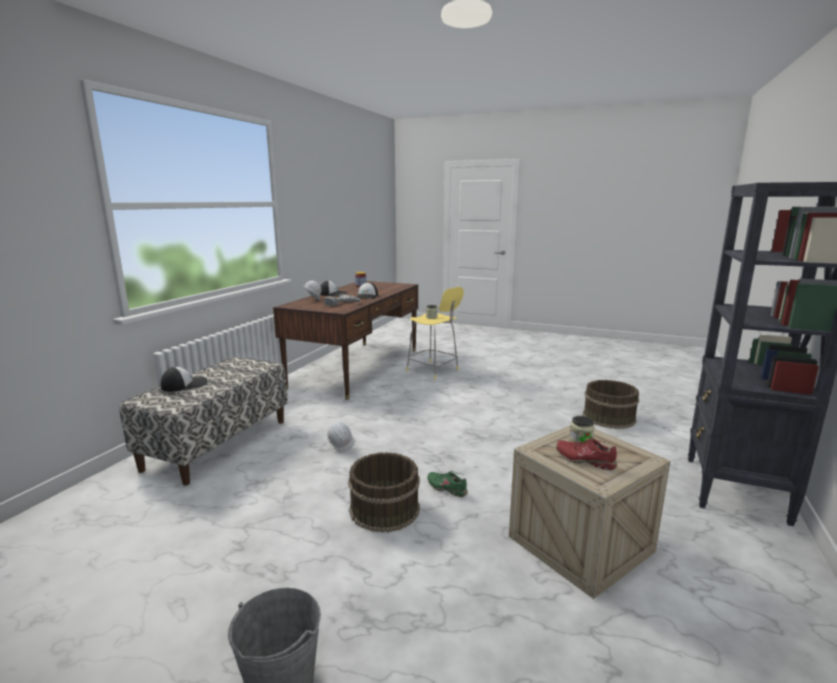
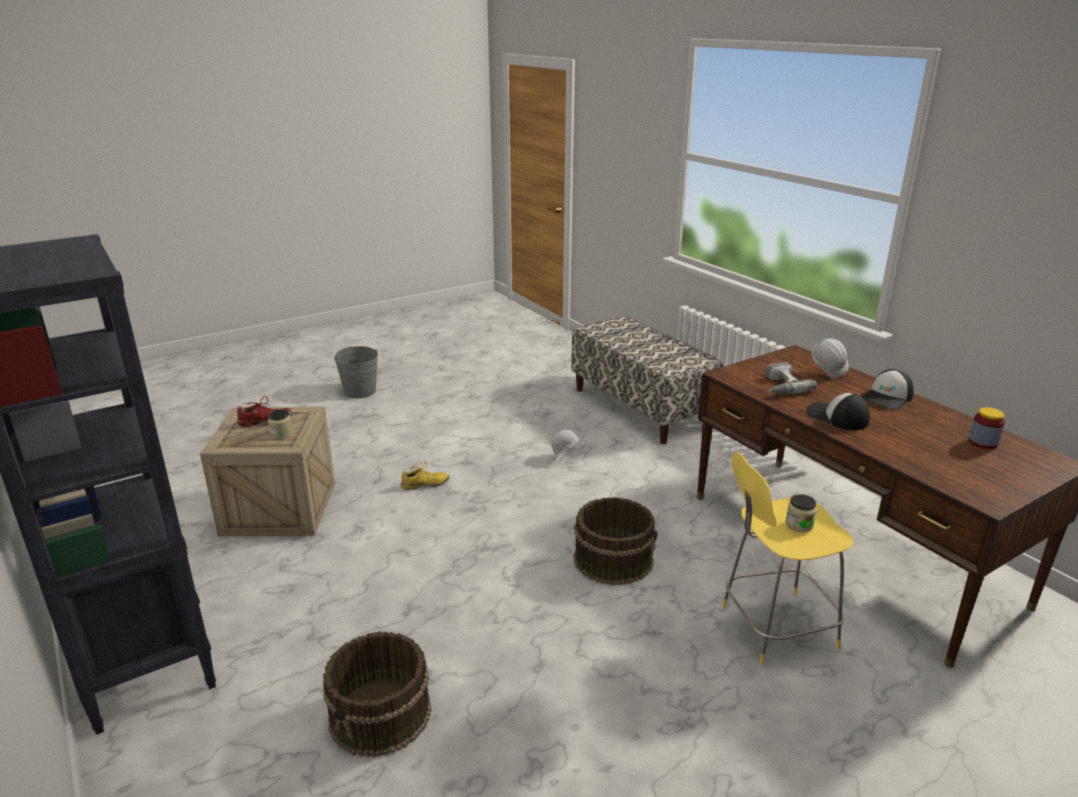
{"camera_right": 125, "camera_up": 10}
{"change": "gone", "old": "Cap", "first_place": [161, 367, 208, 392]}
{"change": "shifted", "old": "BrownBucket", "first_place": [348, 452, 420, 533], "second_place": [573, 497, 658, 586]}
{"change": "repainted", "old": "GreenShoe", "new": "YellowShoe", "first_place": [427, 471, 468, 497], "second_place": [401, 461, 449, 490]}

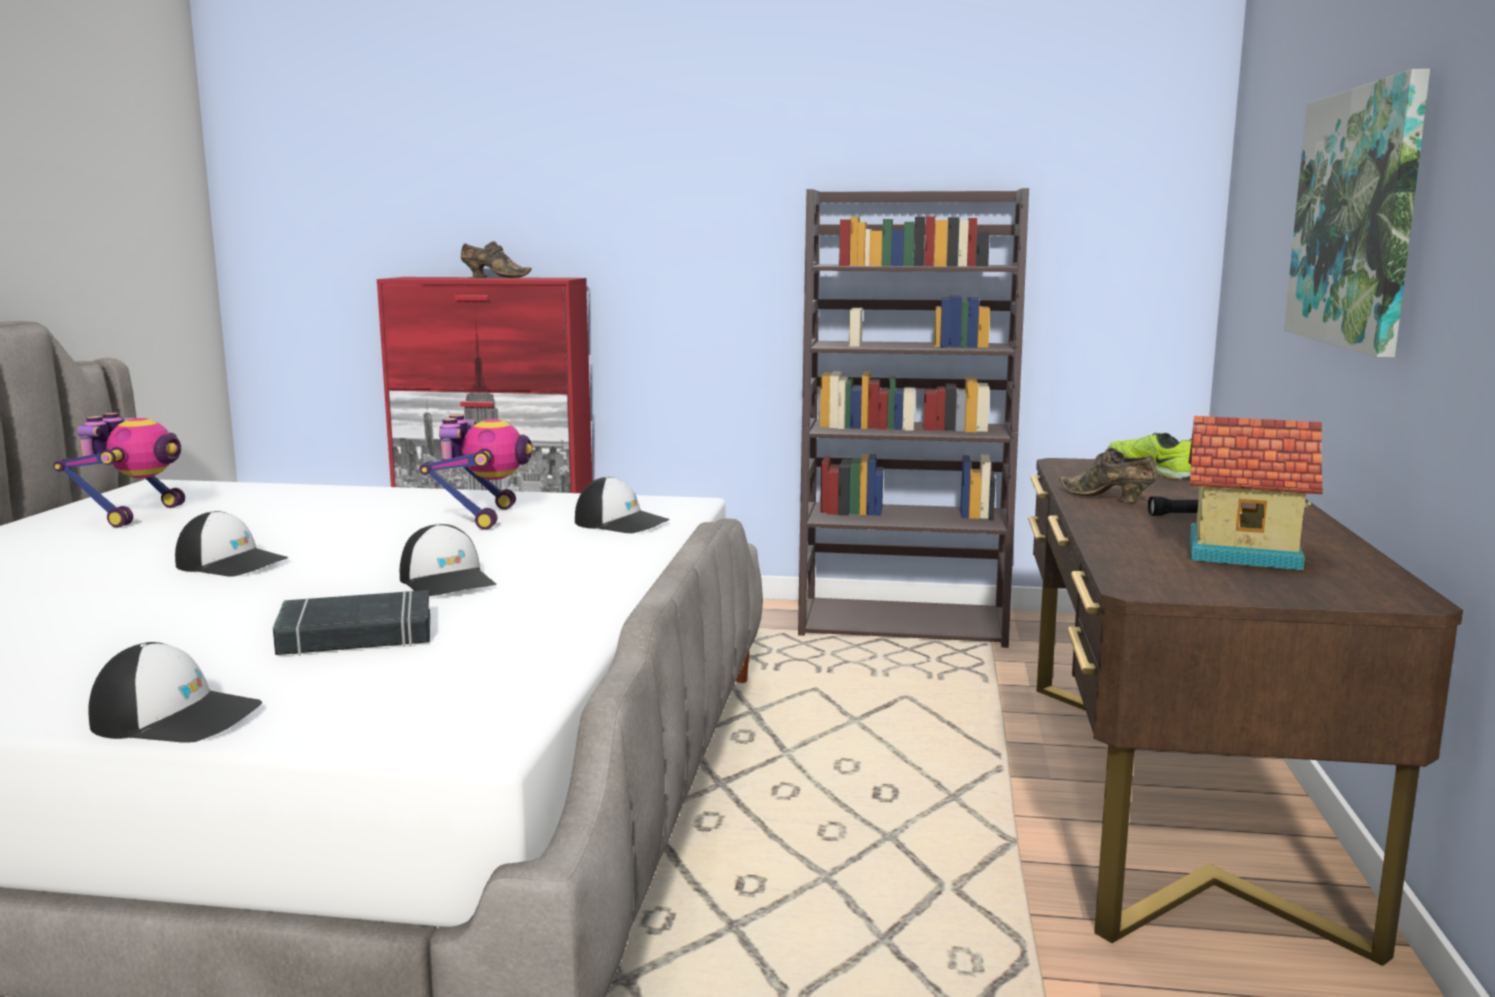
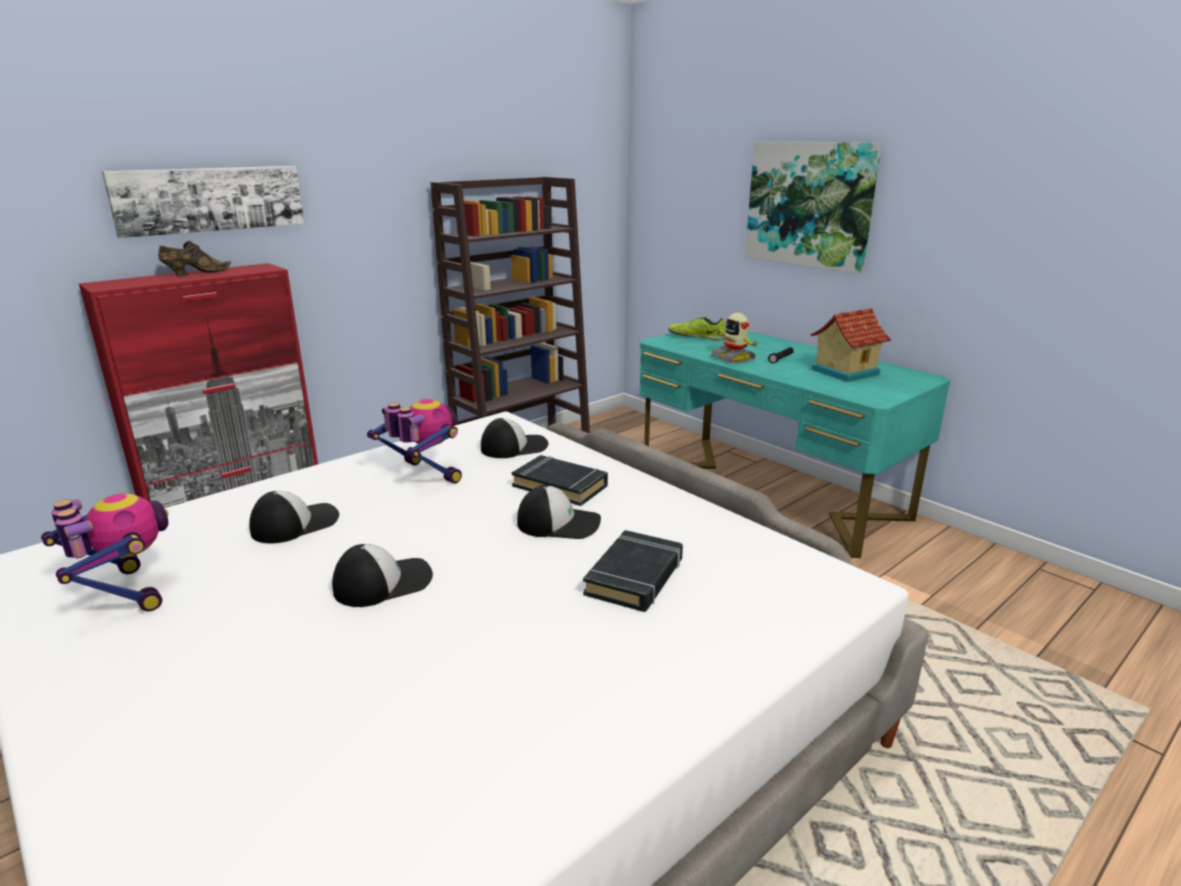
{"camera_right": -50, "camera_up": 10}
{"change": "swapped", "old": "BrownShoe", "new": "ToyRobot", "first_place": [1059, 448, 1157, 503], "second_place": [711, 313, 758, 364]}
{"change": "repainted", "old": "BrownDesk", "new": "TurquoiseDesk", "first_place": [1028, 458, 1463, 966], "second_place": [640, 326, 951, 558]}
{"change": "shifted", "old": "Cap", "first_place": [88, 642, 262, 743], "second_place": [249, 491, 339, 543]}
{"change": "new", "new": "Picture", "second_place": [102, 166, 304, 238]}
{"change": "new", "new": "BlackBook", "second_place": [512, 455, 608, 506]}

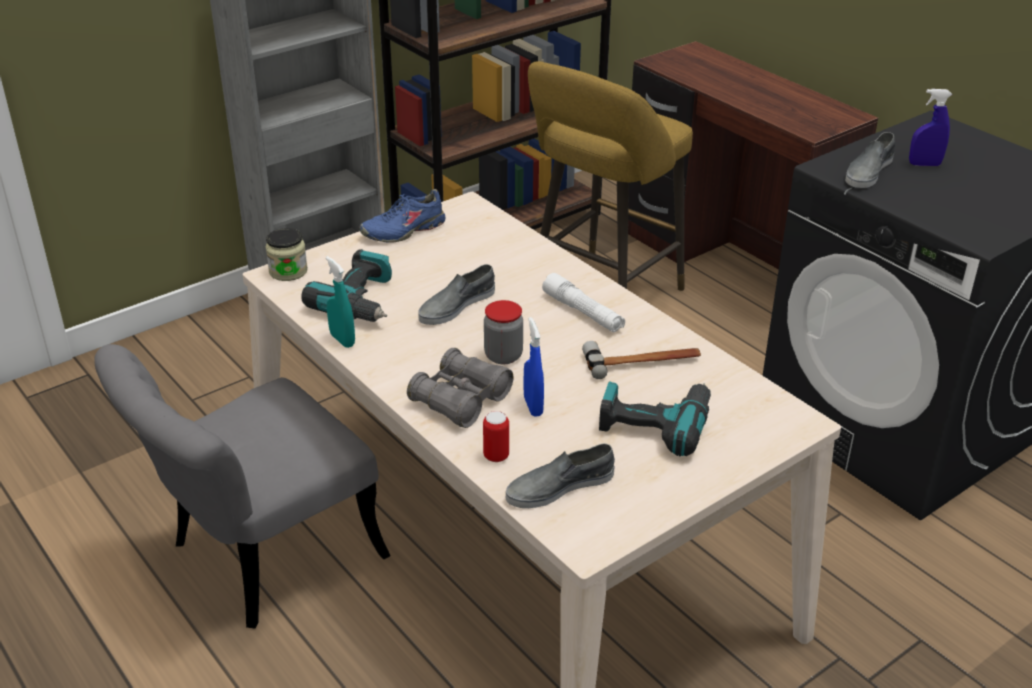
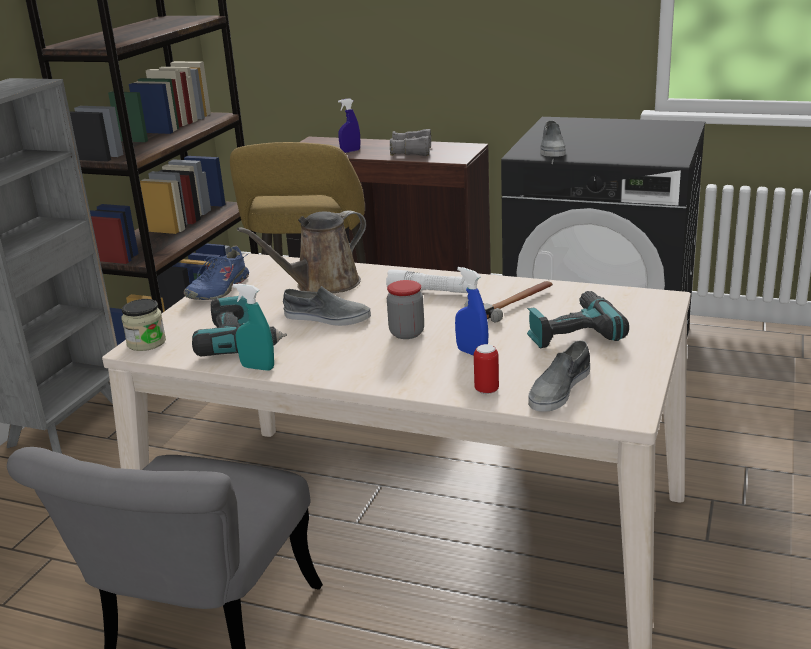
{"camera_right": -30, "camera_up": -10}
{"change": "shifted", "old": "BlueSprayBottle", "first_place": [909, 89, 952, 166], "second_place": [338, 98, 360, 153]}
{"change": "rotated", "old": "GreyShoe", "first_place": [418, 264, 495, 325], "second_place": [283, 286, 371, 326], "degrees": -90}
{"change": "shifted", "old": "GreyBinoculars", "first_place": [407, 348, 513, 428], "second_place": [390, 129, 431, 156]}
{"change": "new", "new": "BrownWateringCan", "second_place": [237, 210, 366, 293]}

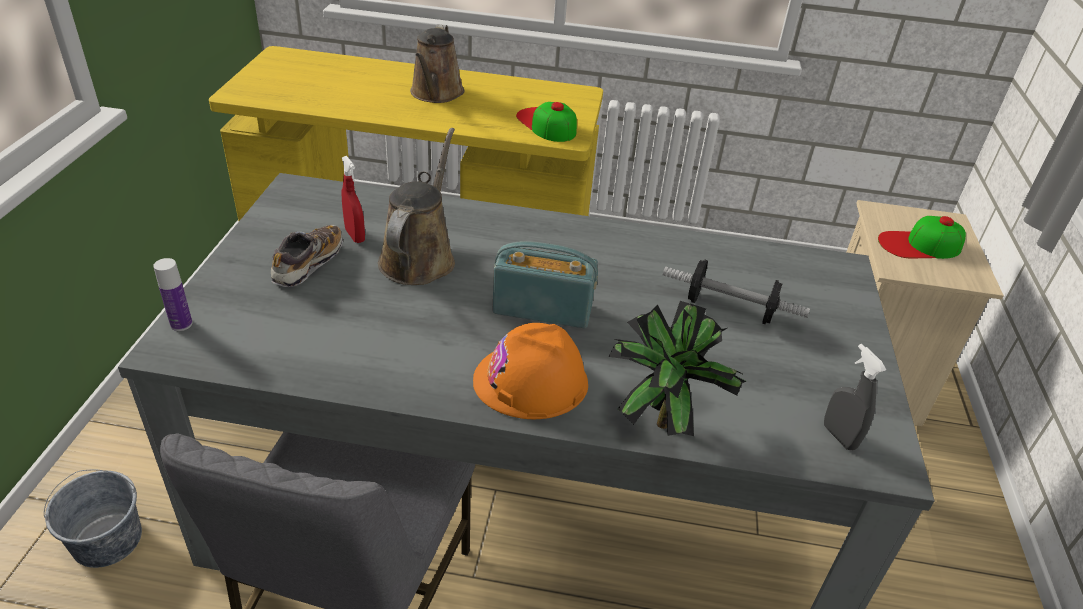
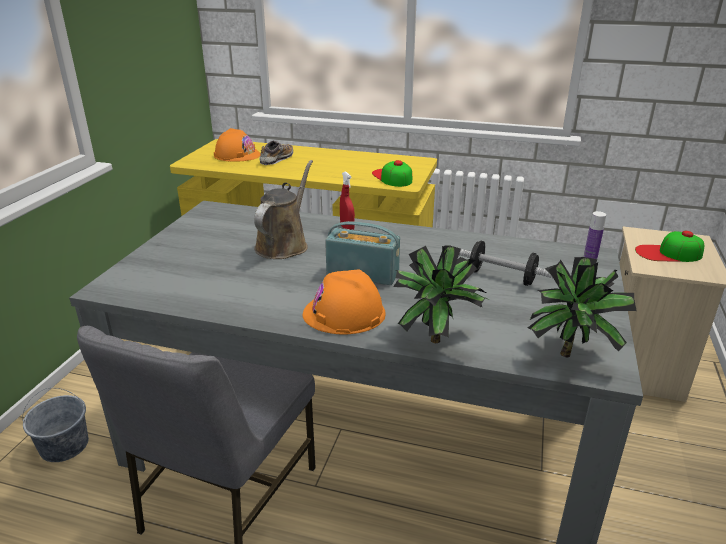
{"camera_right": 10, "camera_up": -10}
{"change": "gone", "old": "BrownWateringCan", "first_place": [410, 25, 464, 103]}
{"change": "shifted", "old": "RedSprayBottle", "first_place": [342, 156, 365, 243], "second_place": [340, 171, 355, 230]}
{"change": "shifted", "old": "Shoe", "first_place": [271, 225, 343, 287], "second_place": [260, 140, 293, 165]}
{"change": "shifted", "old": "Bottle", "first_place": [153, 258, 193, 331], "second_place": [584, 211, 606, 259]}
{"change": "swapped", "old": "GreySprayBottle", "new": "PottedPlant", "first_place": [824, 344, 886, 451], "second_place": [528, 257, 636, 357]}
{"change": "new", "new": "OrangeHardHat", "second_place": [214, 128, 260, 162]}

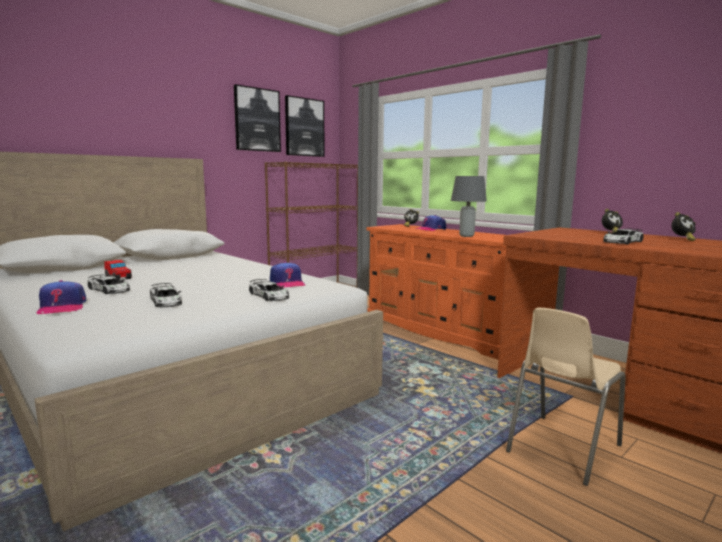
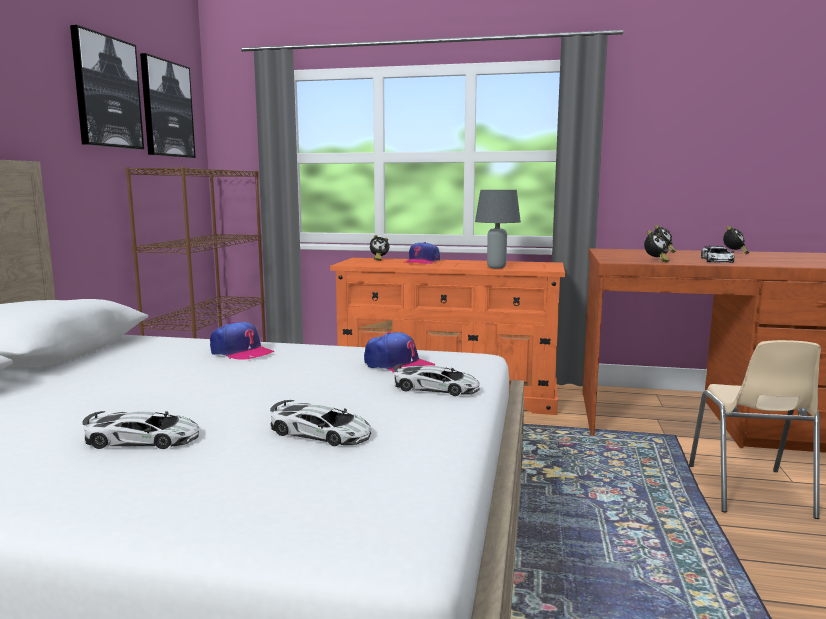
{"camera_right": -35, "camera_up": 0}
{"change": "gone", "old": "ToyCar", "first_place": [104, 260, 132, 280]}
{"change": "shifted", "old": "Cap", "first_place": [36, 280, 86, 314], "second_place": [210, 321, 274, 360]}
{"change": "new", "new": "AlarmClock", "second_place": [644, 230, 669, 263]}

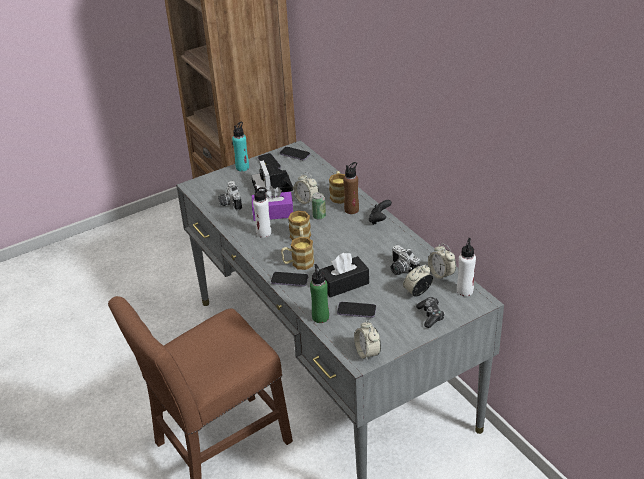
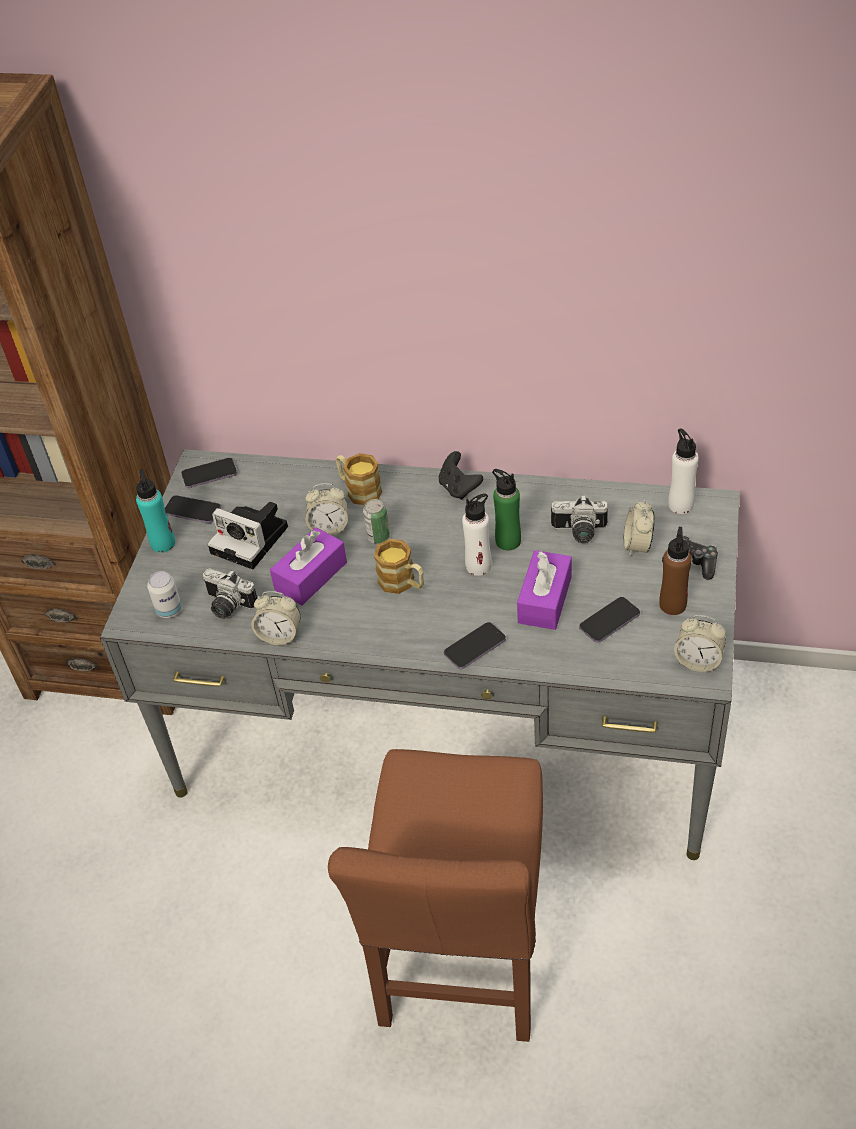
{"camera_right": -45, "camera_up": 10}
{"change": "shifted", "old": "BrownBottle", "first_place": [343, 162, 359, 214], "second_place": [659, 527, 692, 615]}
{"change": "shifted", "old": "WhiteBottle", "first_place": [253, 186, 271, 238], "second_place": [462, 493, 492, 576]}
{"change": "gone", "old": "Mug", "first_place": [281, 237, 314, 270]}
{"change": "shifted", "old": "AlarmClock", "first_place": [428, 243, 456, 282], "second_place": [251, 591, 301, 645]}
{"change": "repainted", "old": "BlackTissueBox", "new": "PurpleTissueBox", "first_place": [319, 253, 369, 298], "second_place": [517, 550, 572, 630]}
{"change": "shifted", "old": "GreenBottle", "first_place": [310, 264, 329, 323], "second_place": [492, 469, 521, 550]}
{"change": "new", "new": "Can", "second_place": [147, 571, 182, 618]}

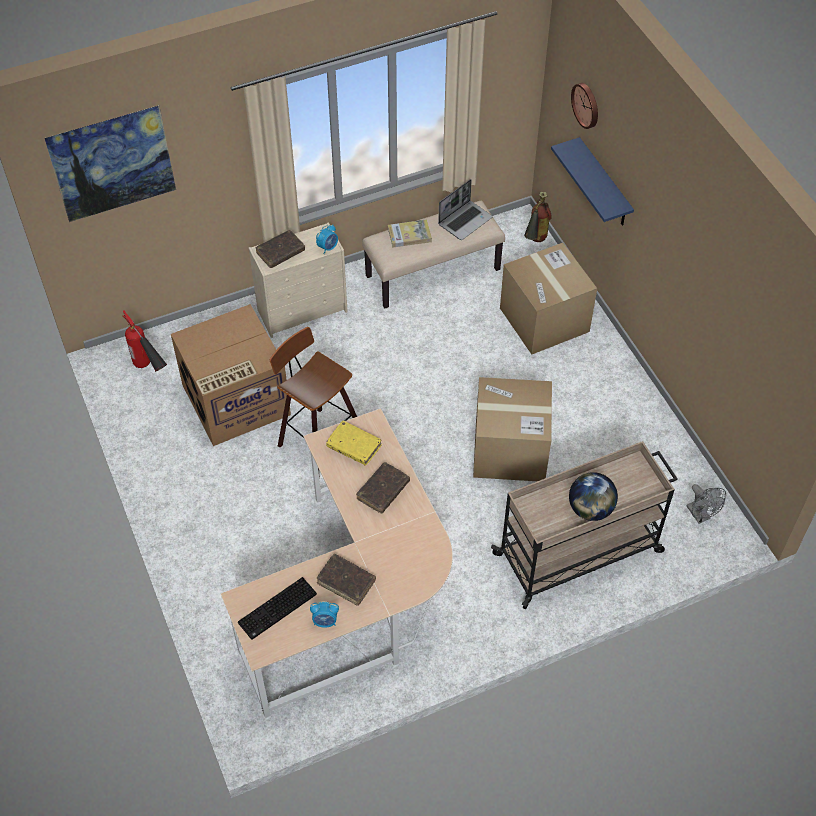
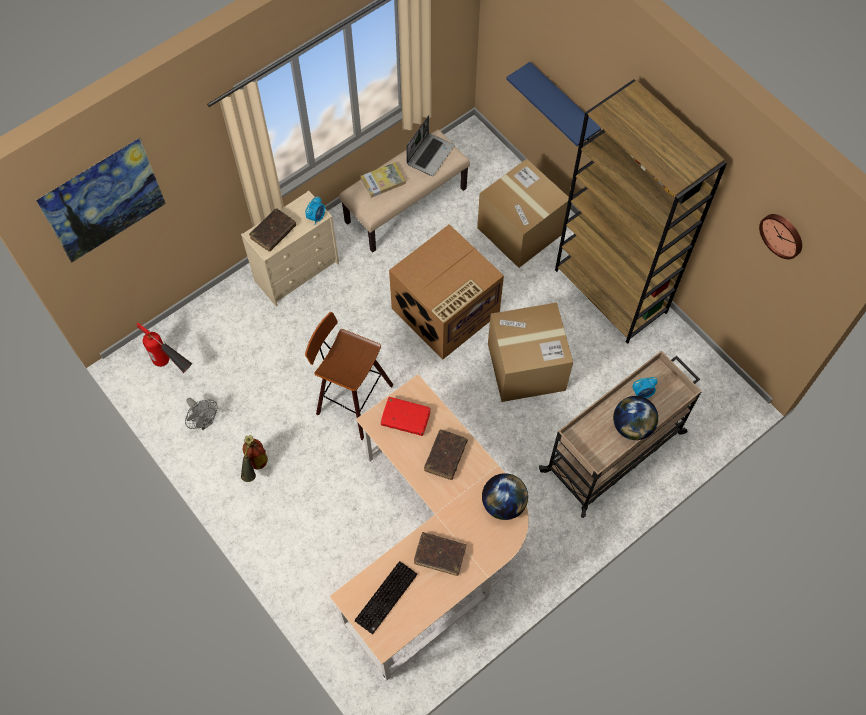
{"camera_right": -15, "camera_up": 10}
{"change": "shifted", "old": "WallClock", "first_place": [571, 83, 598, 129], "second_place": [759, 214, 802, 259]}
{"change": "shifted", "old": "FireExtinguisher", "first_place": [524, 192, 552, 242], "second_place": [241, 435, 268, 482]}
{"change": "shifted", "old": "CardboardBox", "first_place": [171, 304, 291, 446], "second_place": [389, 224, 504, 359]}
{"change": "repainted", "old": "YellowBook", "new": "RedBook", "first_place": [326, 421, 382, 466], "second_place": [381, 397, 431, 436]}
{"change": "shifted", "old": "GreyFan", "first_place": [687, 484, 726, 524], "second_place": [185, 398, 217, 430]}
{"change": "shifted", "old": "AlarmClock", "first_place": [310, 601, 339, 628], "second_place": [632, 377, 657, 398]}
{"change": "new", "new": "BrownBookcase", "second_place": [555, 79, 727, 344]}
{"change": "new", "new": "Globe", "second_place": [482, 473, 528, 520]}

